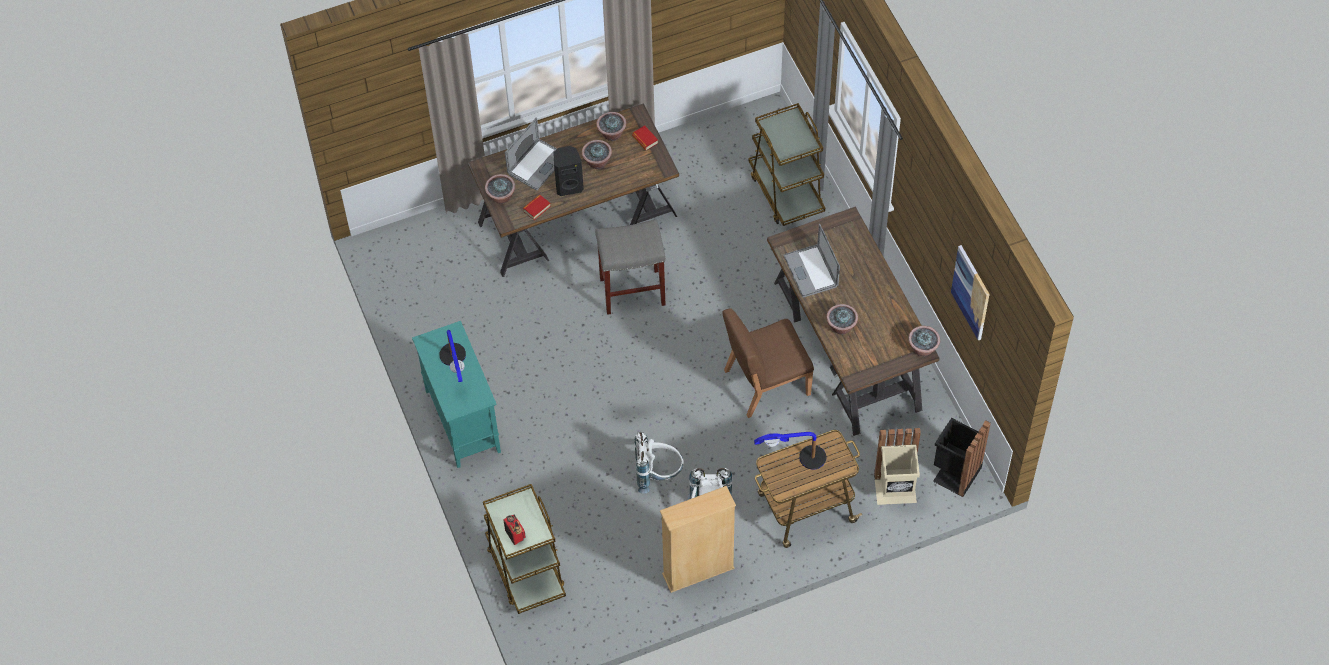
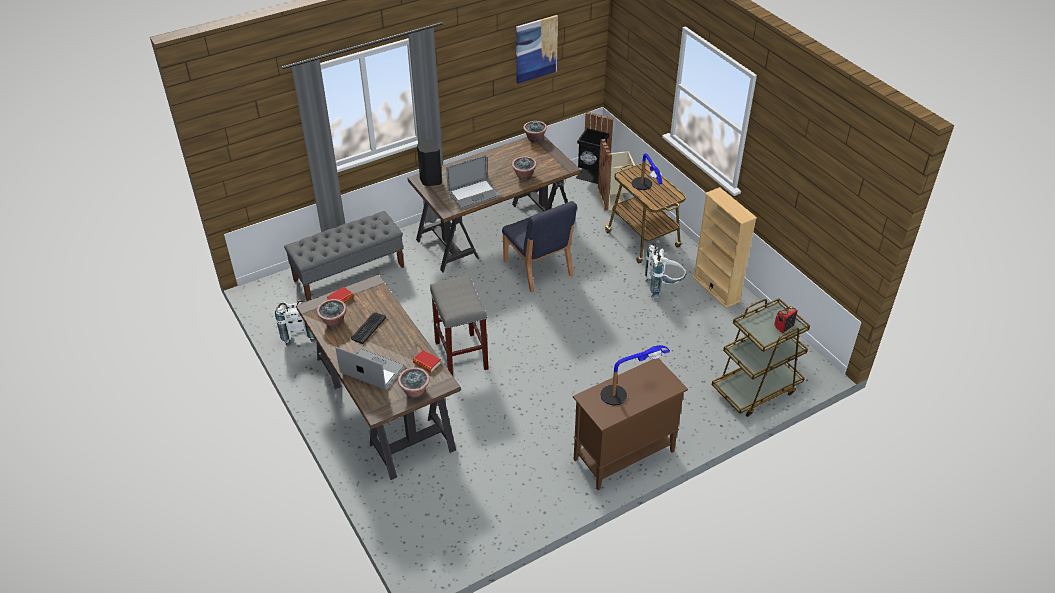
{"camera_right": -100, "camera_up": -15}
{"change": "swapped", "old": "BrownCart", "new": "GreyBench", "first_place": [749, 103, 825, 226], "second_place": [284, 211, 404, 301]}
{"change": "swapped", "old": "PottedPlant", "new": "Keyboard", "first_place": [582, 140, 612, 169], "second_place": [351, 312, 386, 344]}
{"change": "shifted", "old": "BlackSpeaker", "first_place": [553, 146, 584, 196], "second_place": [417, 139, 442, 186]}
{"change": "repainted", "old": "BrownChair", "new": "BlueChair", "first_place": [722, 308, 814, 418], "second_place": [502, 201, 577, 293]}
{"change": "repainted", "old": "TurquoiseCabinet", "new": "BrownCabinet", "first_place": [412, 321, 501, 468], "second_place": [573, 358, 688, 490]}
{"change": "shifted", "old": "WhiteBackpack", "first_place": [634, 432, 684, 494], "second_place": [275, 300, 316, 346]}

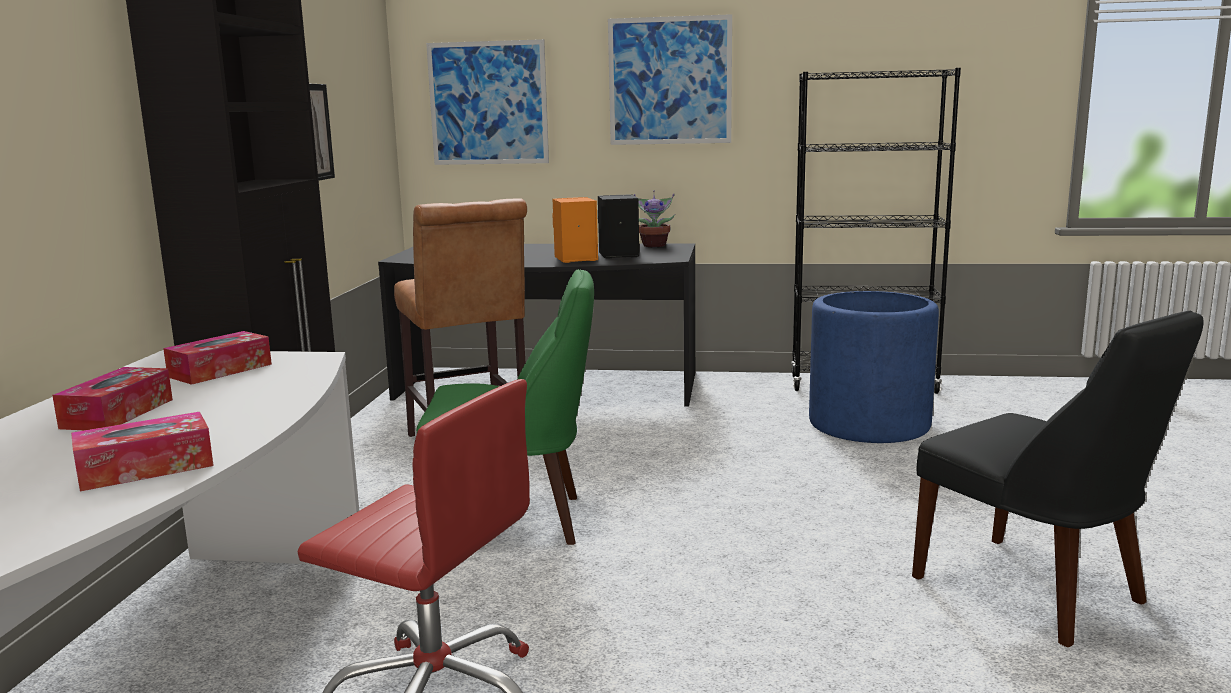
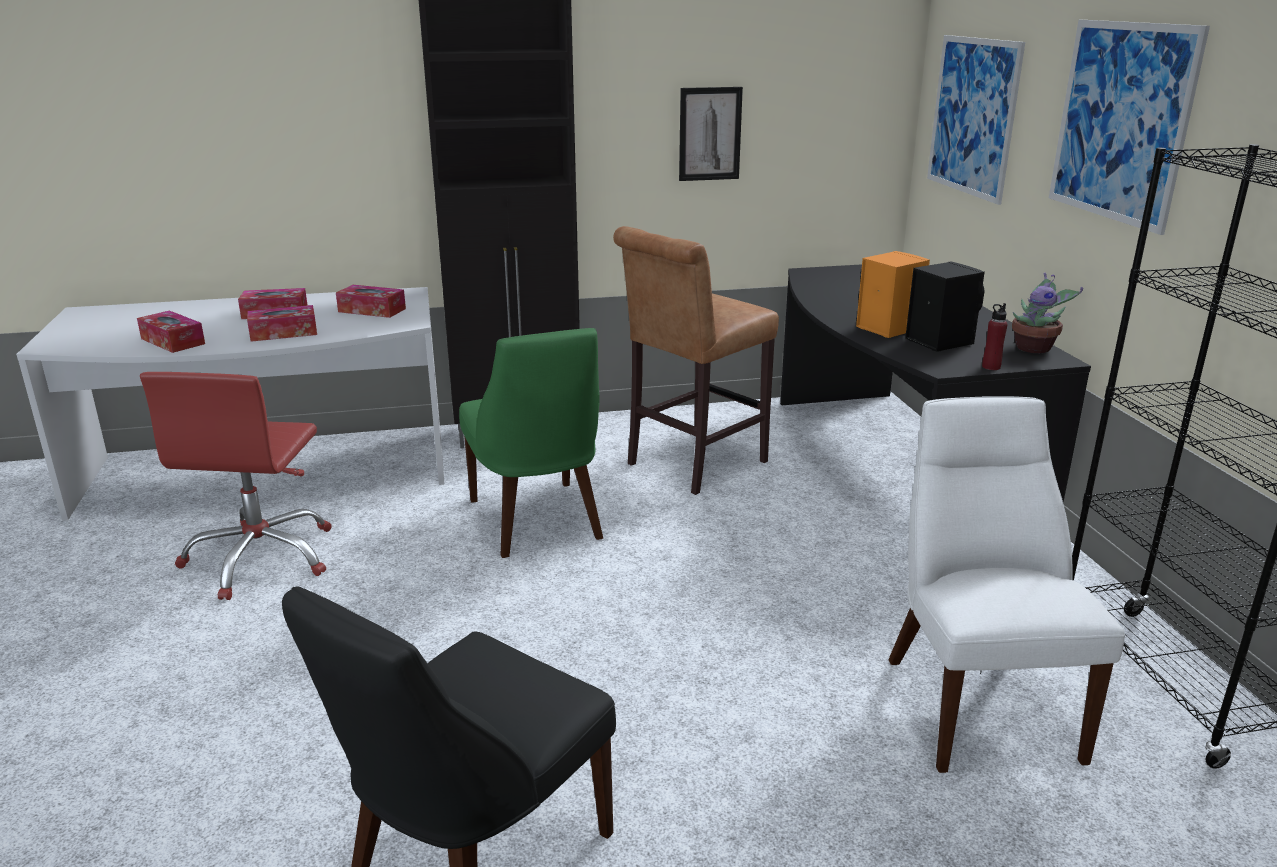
{"camera_right": 70, "camera_up": 10}
{"change": "swapped", "old": "BluePlanter", "new": "WhiteChair", "first_place": [809, 291, 939, 443], "second_place": [888, 396, 1125, 773]}
{"change": "new", "new": "RedBottle", "second_place": [982, 303, 1008, 370]}
{"change": "new", "new": "TissueBox", "second_place": [247, 305, 317, 342]}

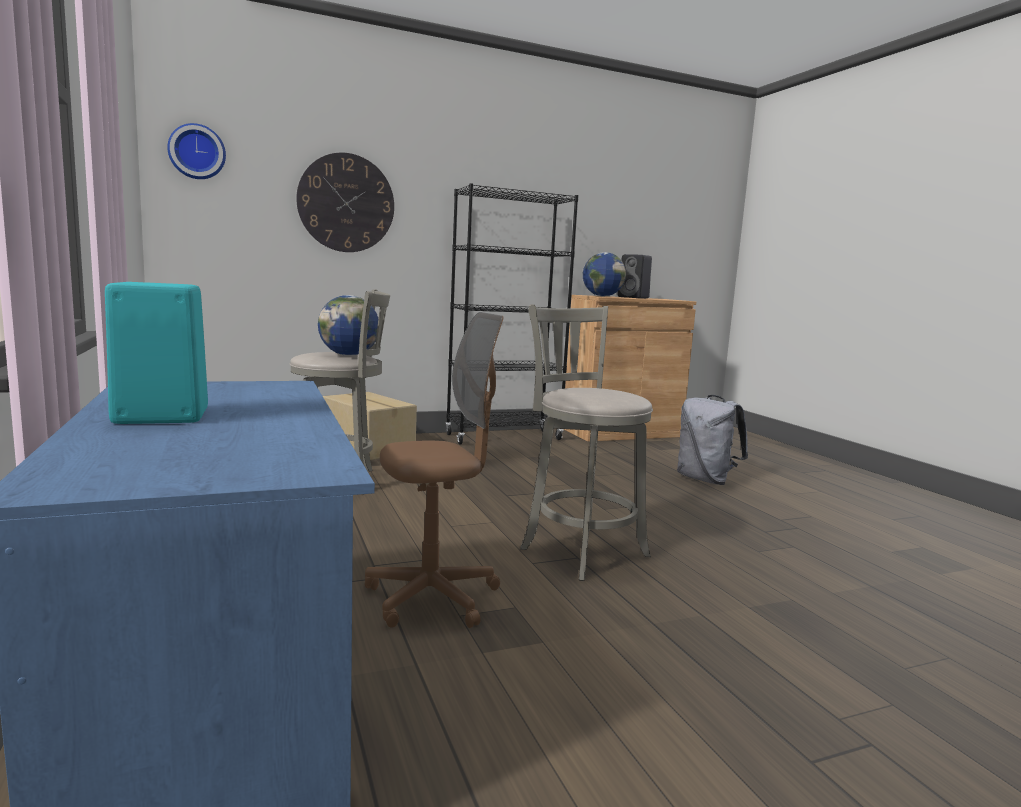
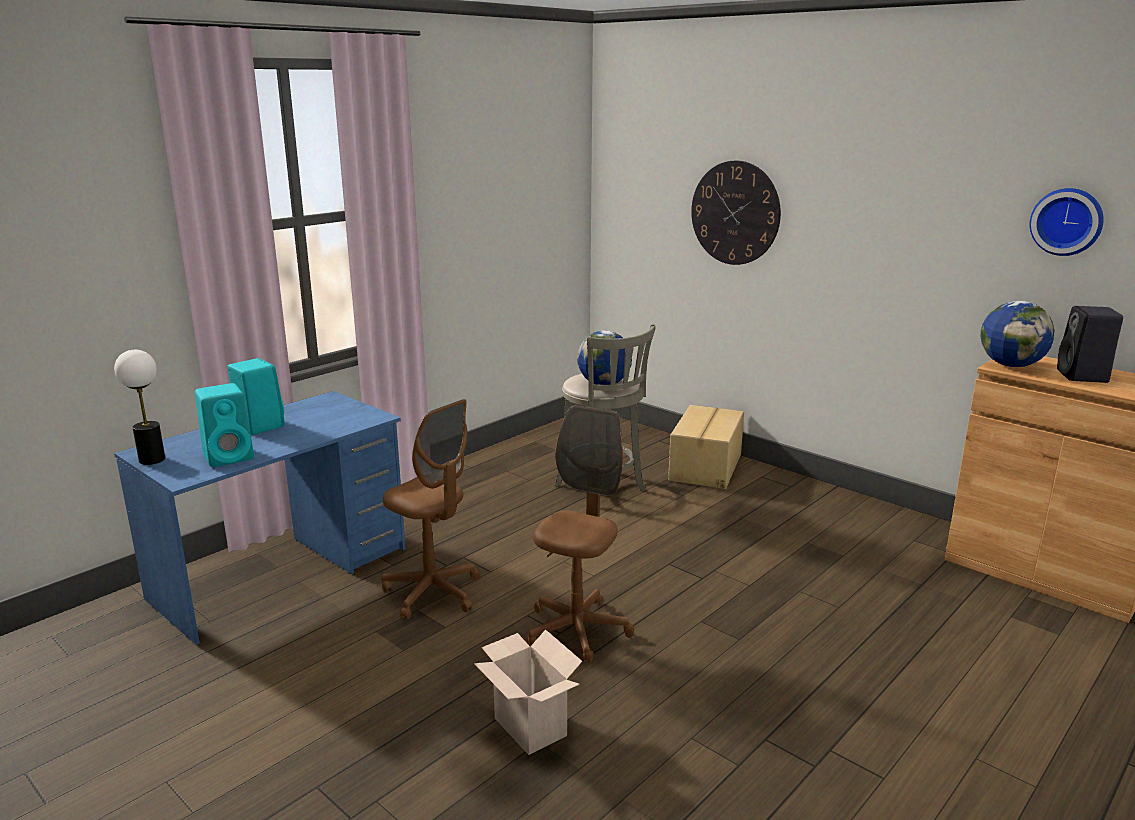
{"camera_right": 65, "camera_up": 10}
{"change": "shifted", "old": "WallClock", "first_place": [167, 123, 226, 179], "second_place": [1030, 188, 1104, 256]}
{"change": "gone", "old": "BlackBookcase", "first_place": [445, 183, 579, 445]}
{"change": "swapped", "old": "GreyStool", "new": "BrownOfficeChair", "first_place": [520, 304, 653, 581], "second_place": [527, 405, 634, 663]}
{"change": "gone", "old": "GreyBackpack", "first_place": [677, 395, 748, 485]}
{"change": "new", "new": "TableLamp", "second_place": [114, 350, 165, 465]}
{"change": "new", "new": "TurquoiseSpeaker", "second_place": [195, 383, 254, 467]}
{"change": "new", "new": "CardboardBox", "second_place": [474, 629, 582, 755]}

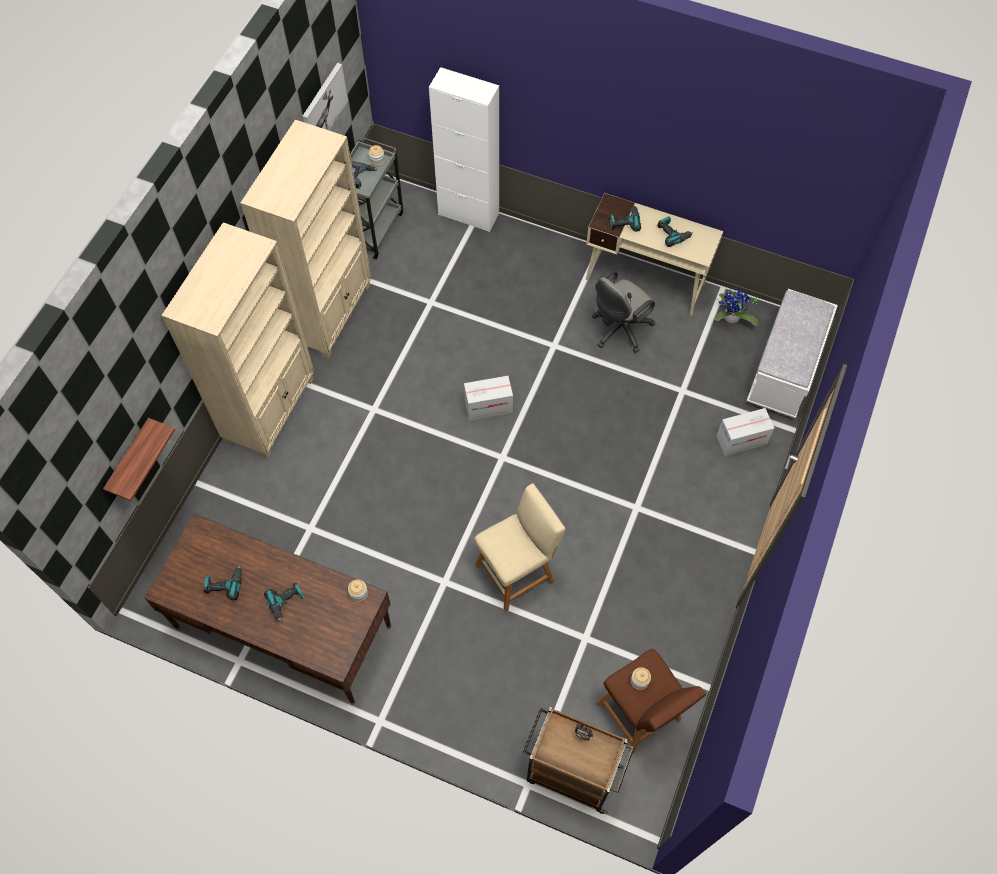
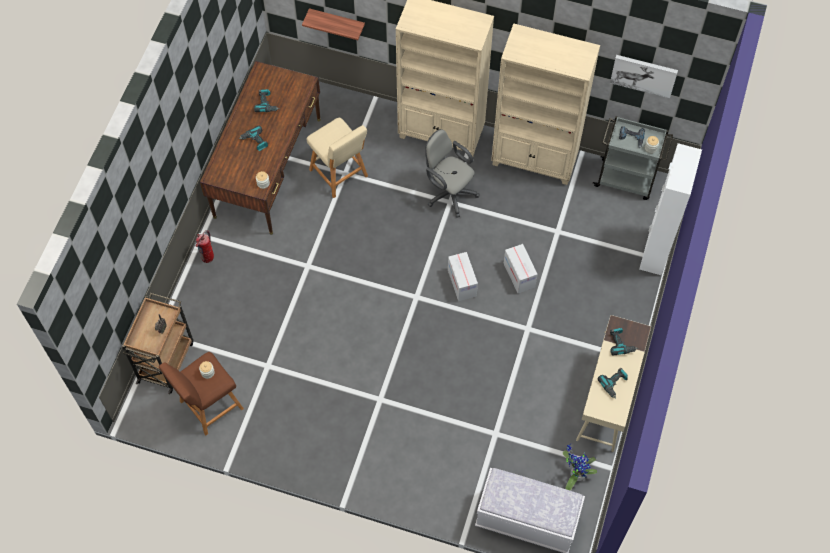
{"camera_right": 85, "camera_up": 0}
{"change": "shifted", "old": "GreyOfficeChair", "first_place": [592, 270, 655, 353], "second_place": [425, 129, 479, 218]}
{"change": "shifted", "old": "CardboardBox", "first_place": [717, 408, 774, 456], "second_place": [503, 244, 538, 293]}
{"change": "shifted", "old": "BeigeStool", "first_place": [474, 483, 566, 612], "second_place": [307, 117, 368, 198]}
{"change": "new", "new": "FireExtinguisher", "second_place": [196, 230, 214, 263]}

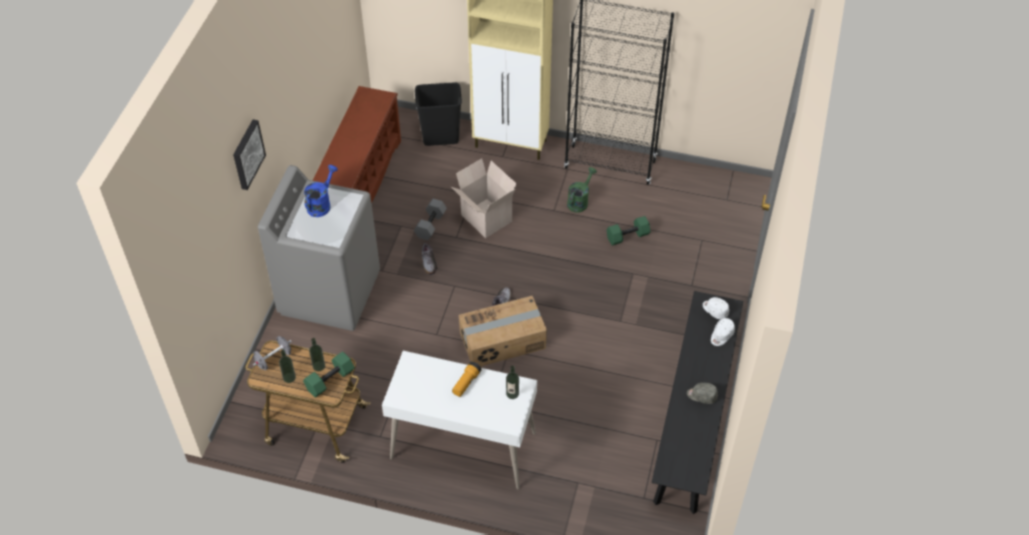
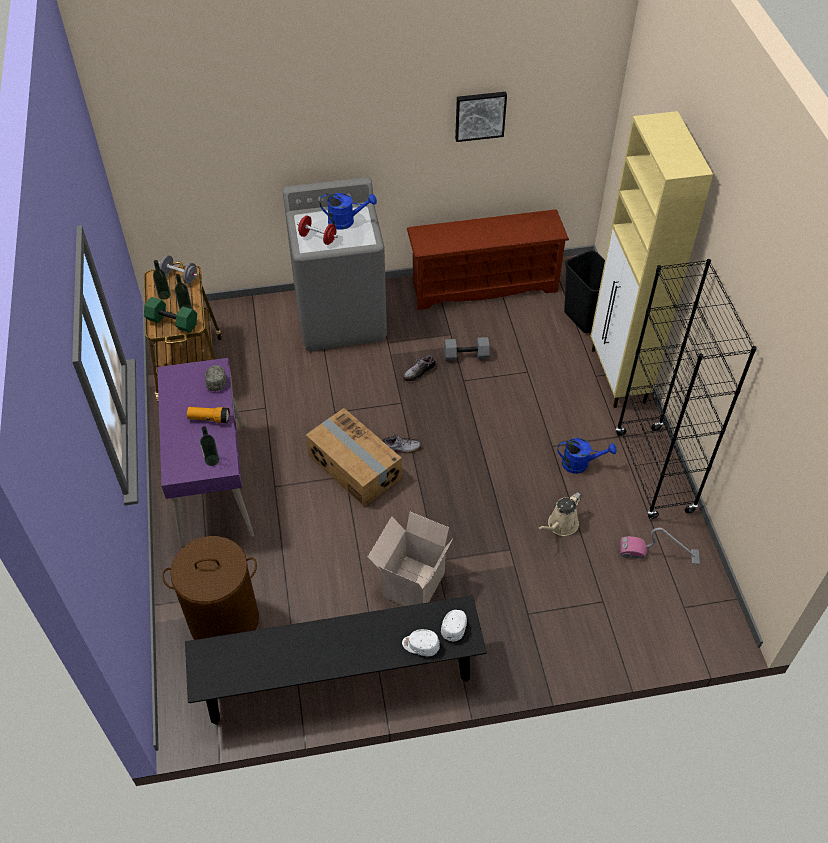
{"camera_right": 65, "camera_up": 0}
{"change": "shifted", "old": "Picture", "first_place": [233, 119, 266, 190], "second_place": [455, 92, 507, 142]}
{"change": "shifted", "old": "CardboardBox", "first_place": [451, 158, 517, 238], "second_place": [368, 512, 453, 606]}
{"change": "repainted", "old": "GreenWateringCan", "new": "BlueWateringCan", "first_place": [567, 167, 597, 213], "second_place": [558, 438, 617, 474]}
{"change": "swapped", "old": "GreenDumbbell", "new": "BeigeWateringCan", "first_place": [606, 216, 651, 246], "second_place": [538, 492, 582, 536]}
{"change": "repainted", "old": "WhiteDesk", "new": "PurpleDesk", "first_place": [382, 351, 537, 489], "second_place": [157, 358, 254, 548]}
{"change": "shifted", "old": "GreyCap", "first_place": [687, 383, 718, 404], "second_place": [205, 365, 227, 391]}
{"change": "new", "new": "RedDumbbell", "second_place": [297, 215, 338, 245]}
{"change": "new", "new": "VacuumCleaner", "second_place": [620, 528, 700, 565]}
{"change": "new", "new": "BrownLaundryBasket", "second_place": [162, 536, 259, 640]}

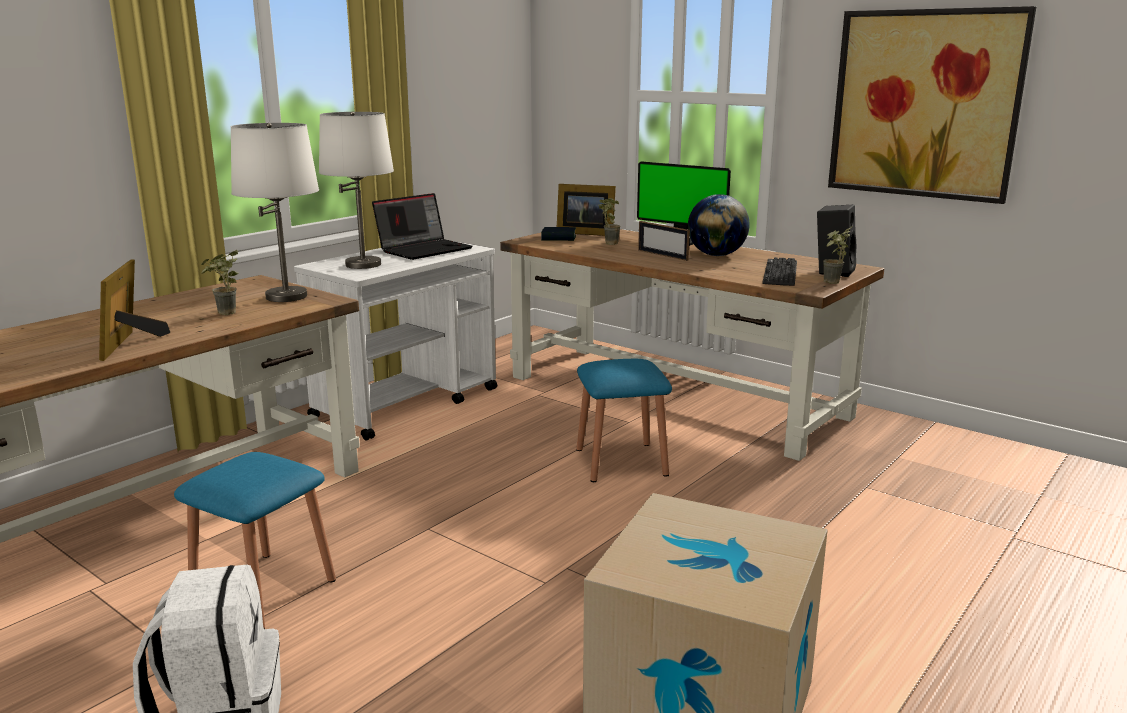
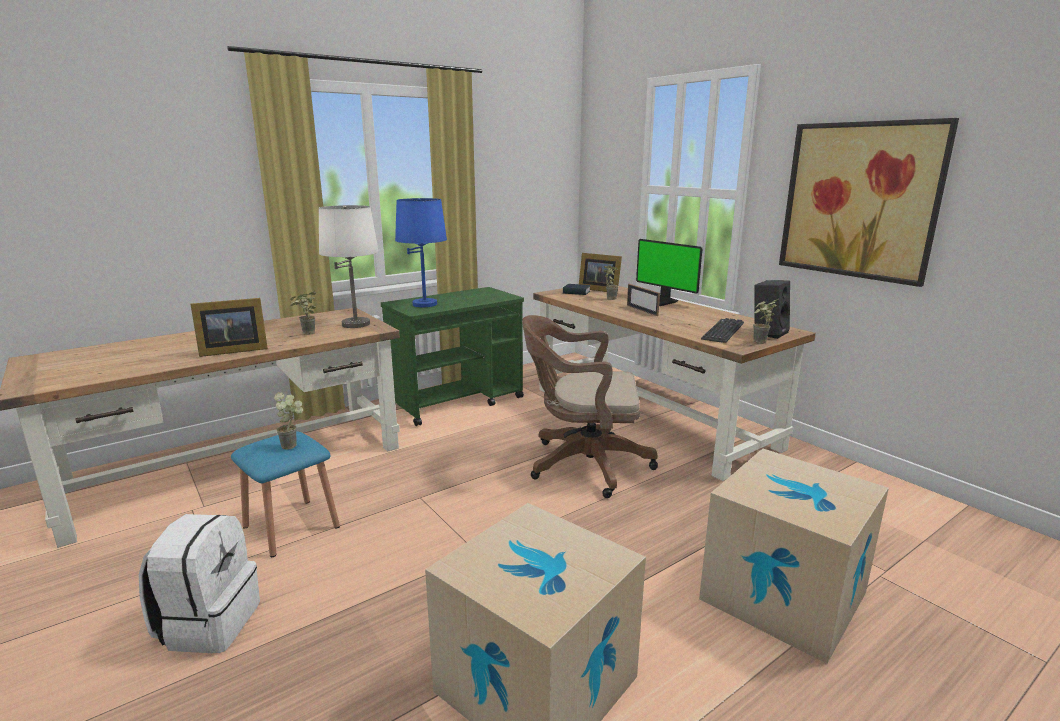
{"camera_right": 15, "camera_up": 0}
{"change": "repainted", "old": "WhiteTableLamp", "new": "BlueTableLamp", "first_place": [319, 111, 394, 269], "second_place": [395, 198, 447, 307]}
{"change": "gone", "old": "Laptop", "first_place": [372, 193, 473, 260]}
{"change": "gone", "old": "Globe", "first_place": [688, 194, 750, 256]}
{"change": "repainted", "old": "WhiteCart", "new": "GreenCart", "first_place": [294, 240, 497, 441], "second_place": [381, 287, 524, 426]}
{"change": "rotated", "old": "PictureFrame", "first_place": [99, 259, 170, 361], "second_place": [191, 298, 268, 357], "degrees": -120}
{"change": "swapped", "old": "BlueStool", "new": "BrownOfficeChair", "first_place": [576, 359, 672, 482], "second_place": [522, 315, 658, 498]}
{"change": "new", "new": "PottedPlant", "second_place": [274, 392, 303, 450]}
{"change": "new", "new": "CardboardBox", "second_place": [699, 448, 889, 664]}

